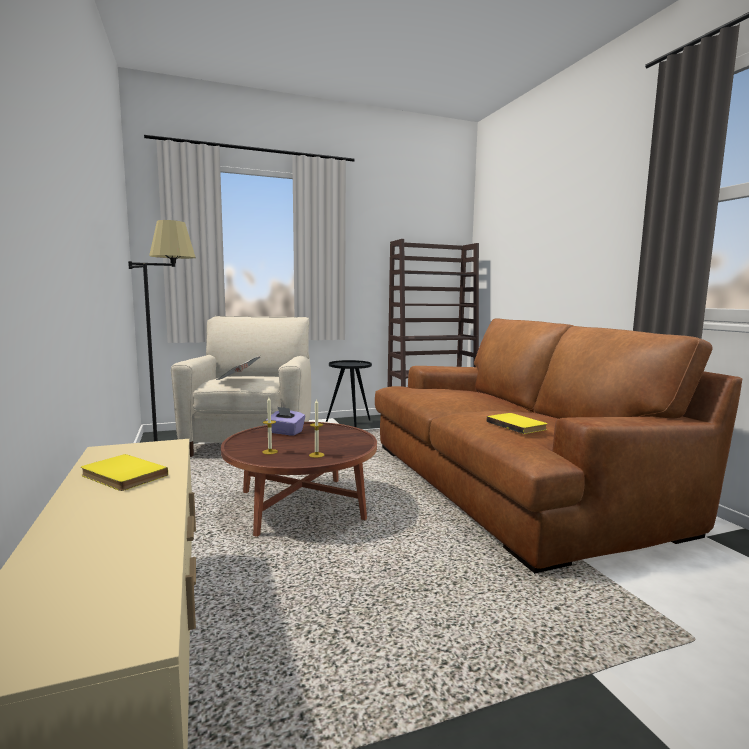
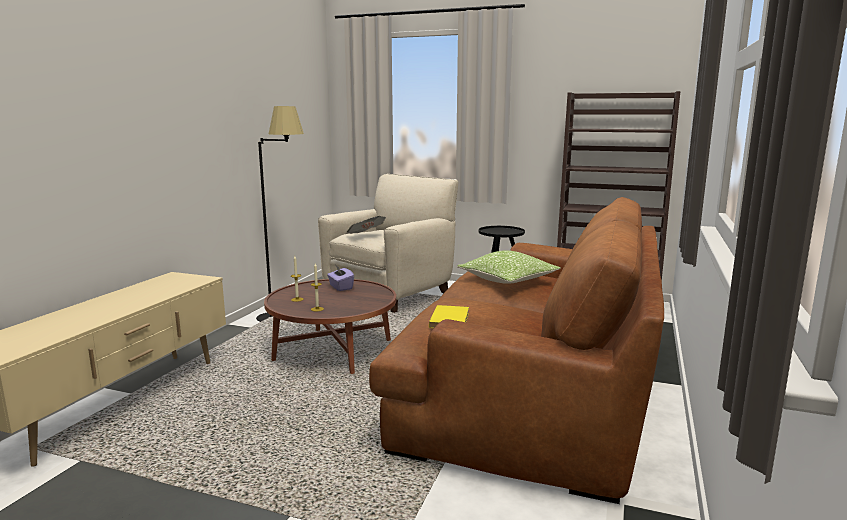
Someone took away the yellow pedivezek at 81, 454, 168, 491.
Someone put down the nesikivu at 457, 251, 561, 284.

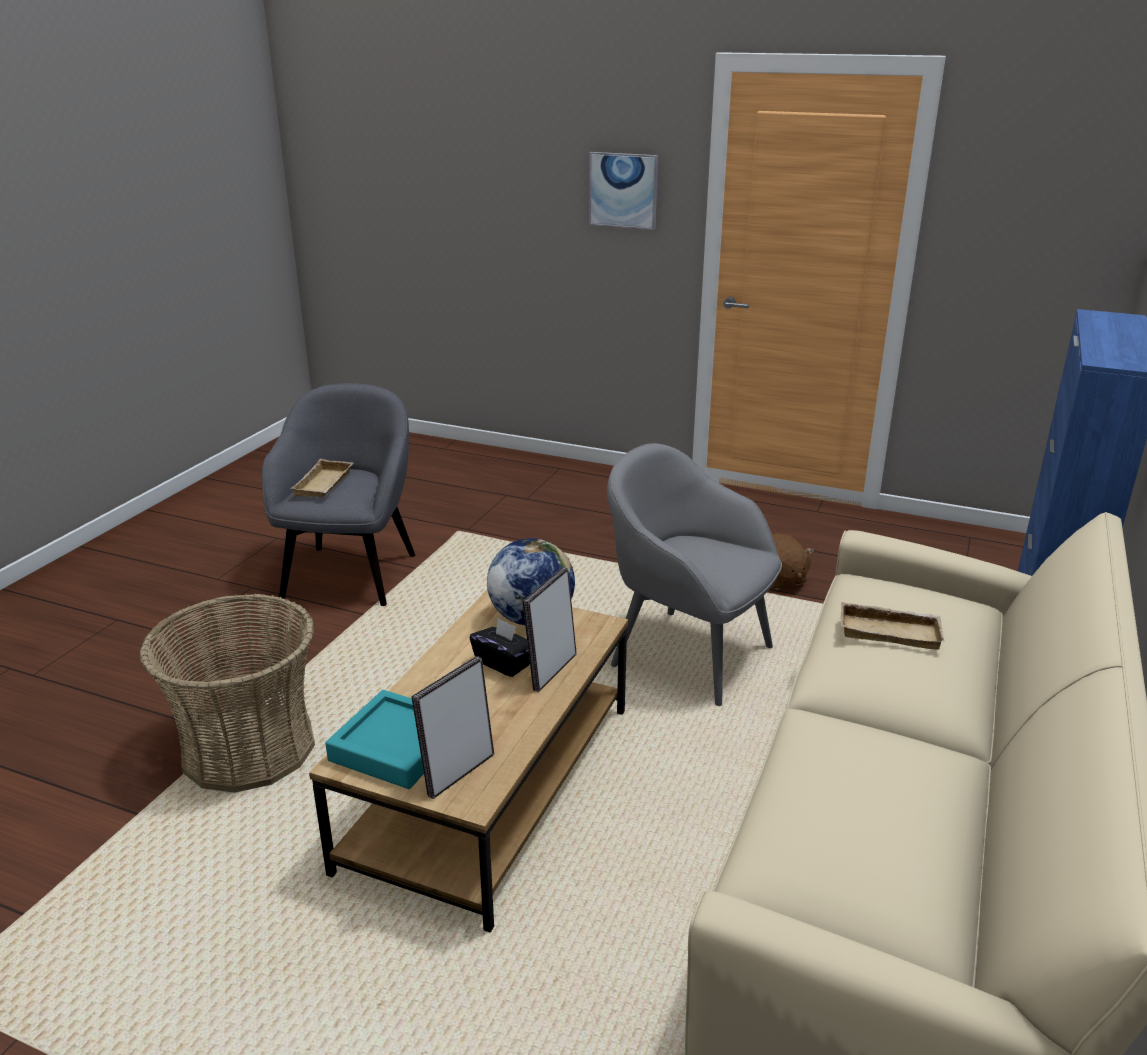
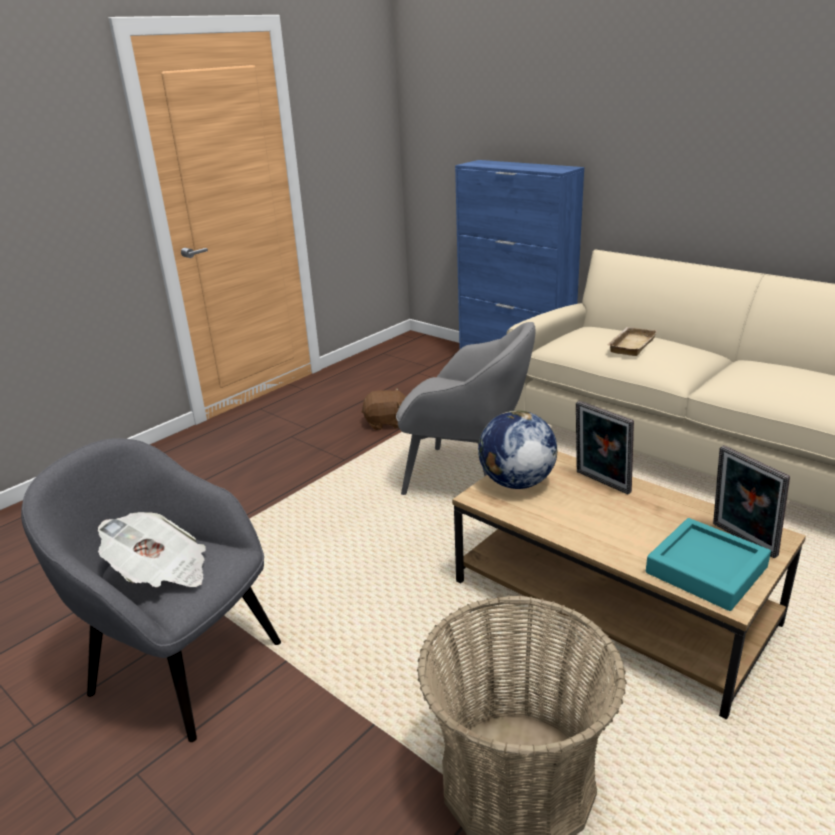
Someone took away the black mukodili at 470, 618, 530, 677.
Someone took away the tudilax at 589, 152, 658, 230.
Someone swapped the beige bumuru at 290, 459, 353, 497 for the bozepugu at 98, 512, 206, 587.
Someone rotated the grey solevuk at 607, 443, 782, 706 by 120 degrees counterclockwise.

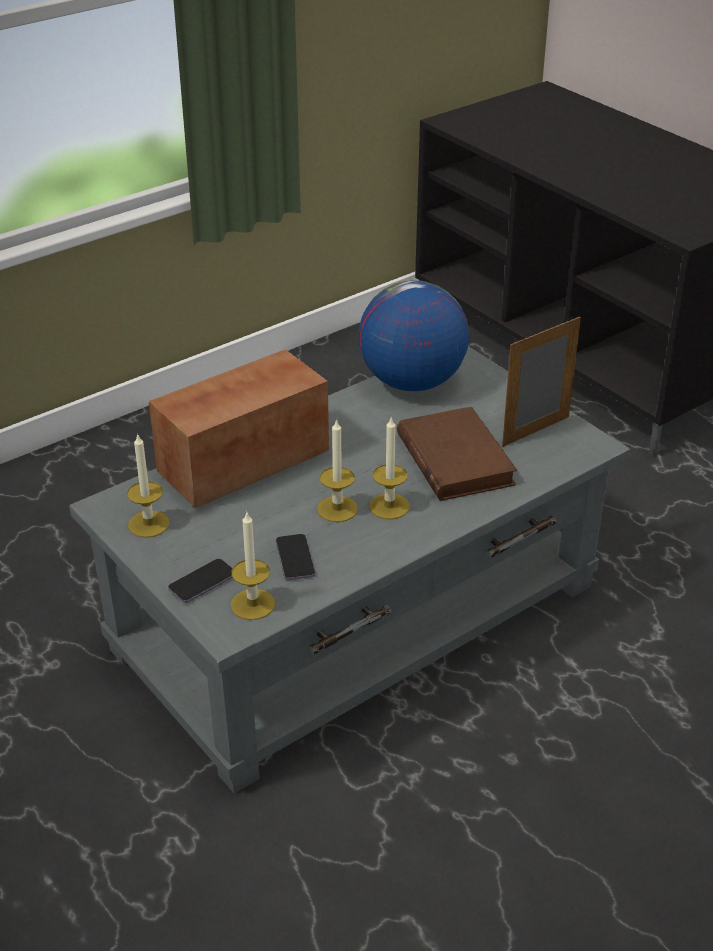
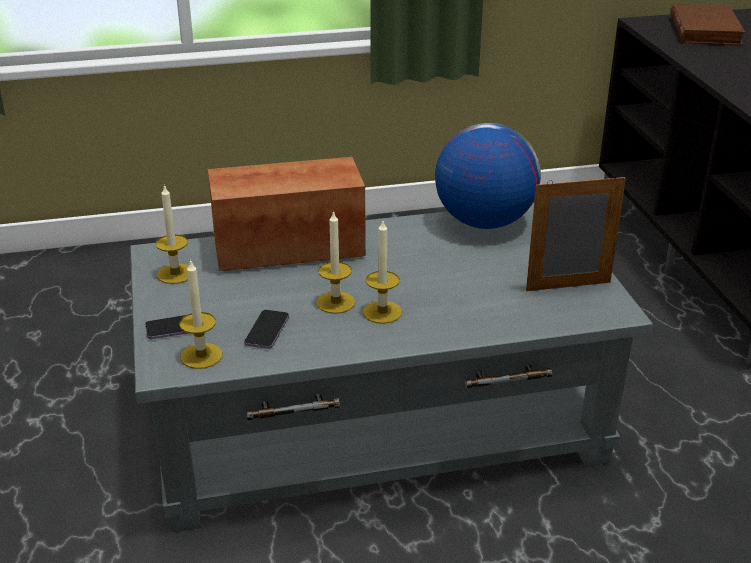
Someone carried the brown pedivezek from 397, 407, 517, 501 to 670, 4, 745, 45.

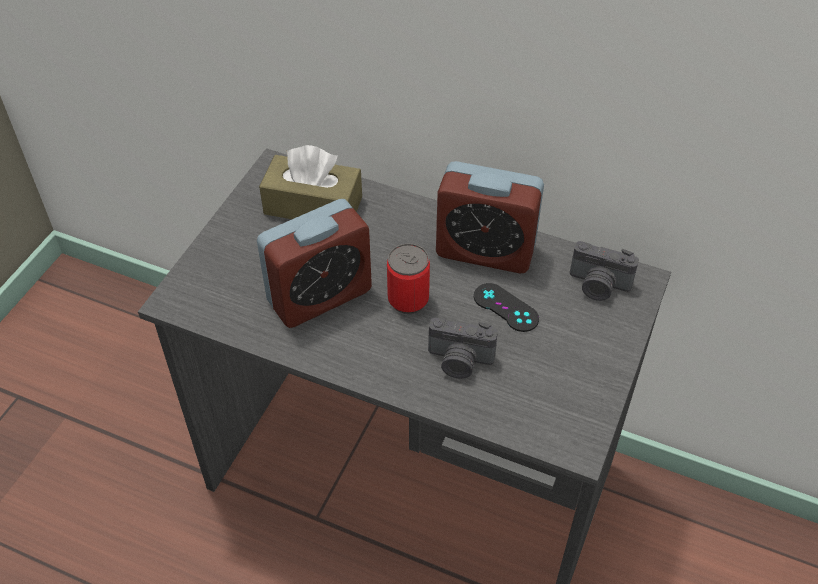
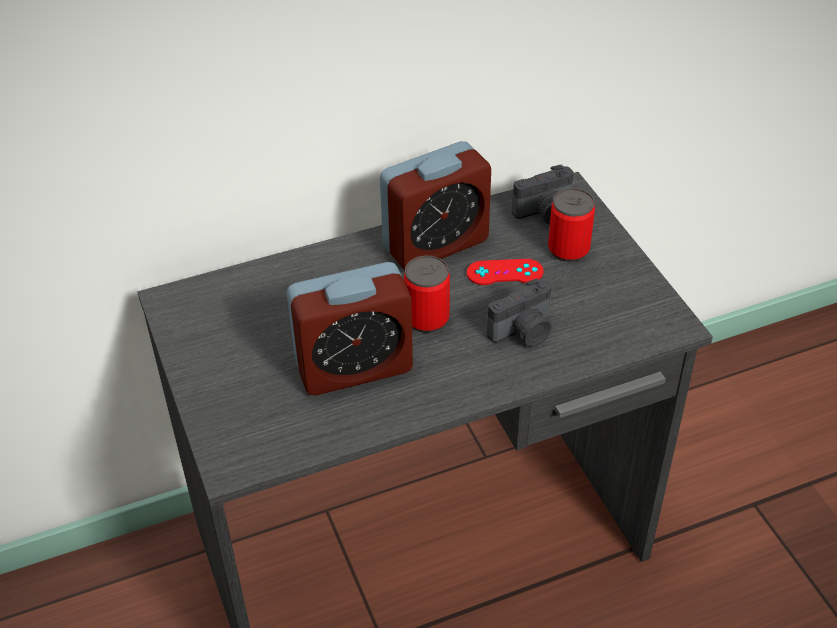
Someone took away the brown mukodili at 259, 145, 362, 219.
Someone put down the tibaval at 548, 188, 595, 262.
Someone repainted the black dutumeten at 474, 283, 539, 332, which became the red dutumeten at 467, 259, 543, 285.
Someone rotated the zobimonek at 257, 199, 372, 328 by 60 degrees clockwise.

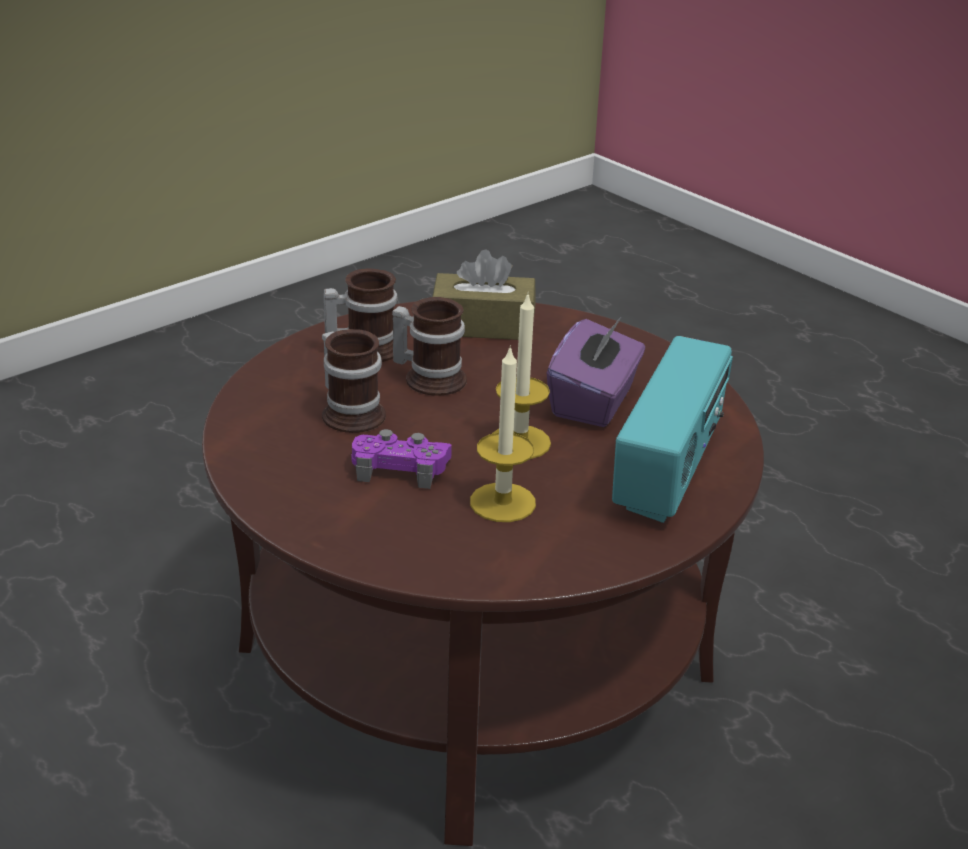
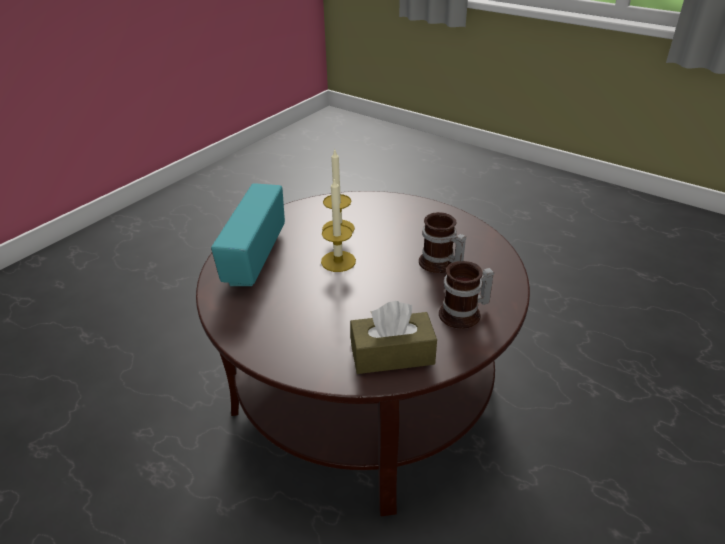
Someone took away the purple dutumeten at 352, 429, 452, 489.
Someone took away the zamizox at 392, 297, 467, 395.
Someone took away the purple mukodili at 547, 318, 645, 427.

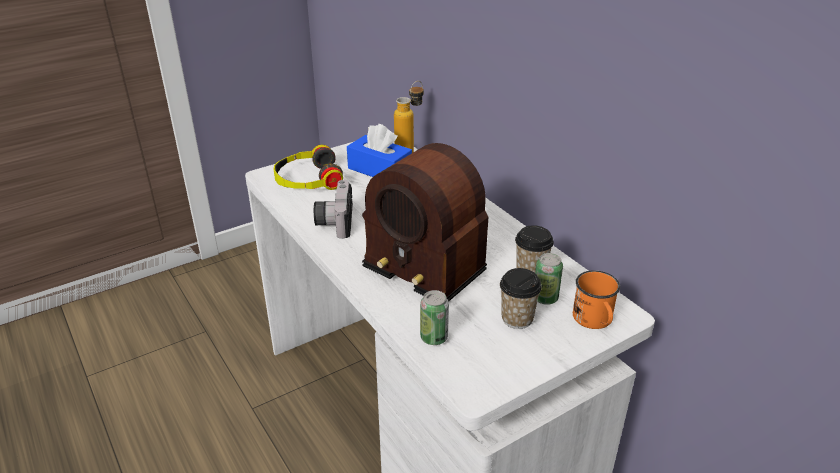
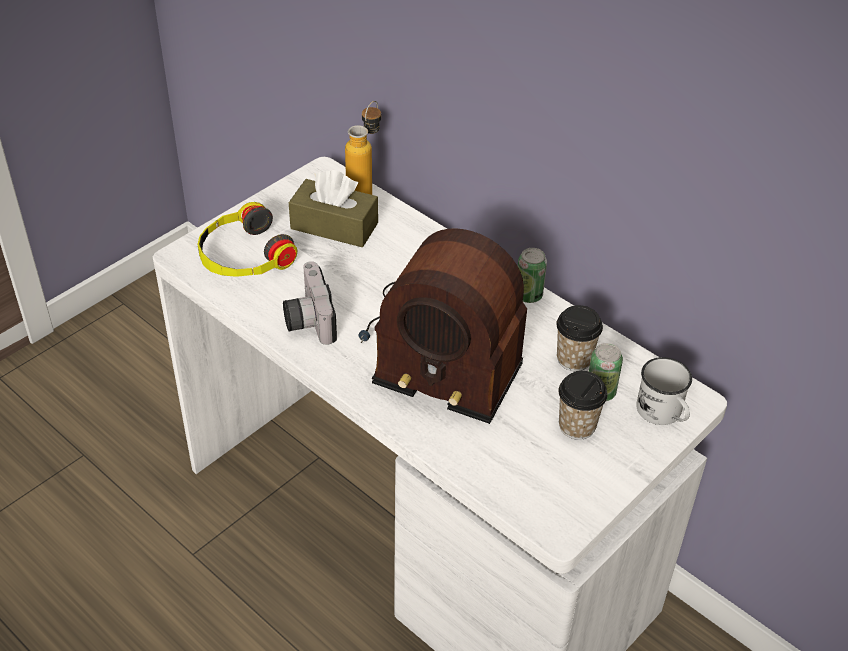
Someone carried the tibaval from 420, 290, 449, 345 to 518, 248, 547, 303.
Someone repainted the blue mukodili at 347, 124, 412, 177, which became the brown mukodili at 289, 170, 378, 247.
Someone repainted the orange zamizox at 573, 270, 620, 329, which became the white zamizox at 636, 357, 692, 425.

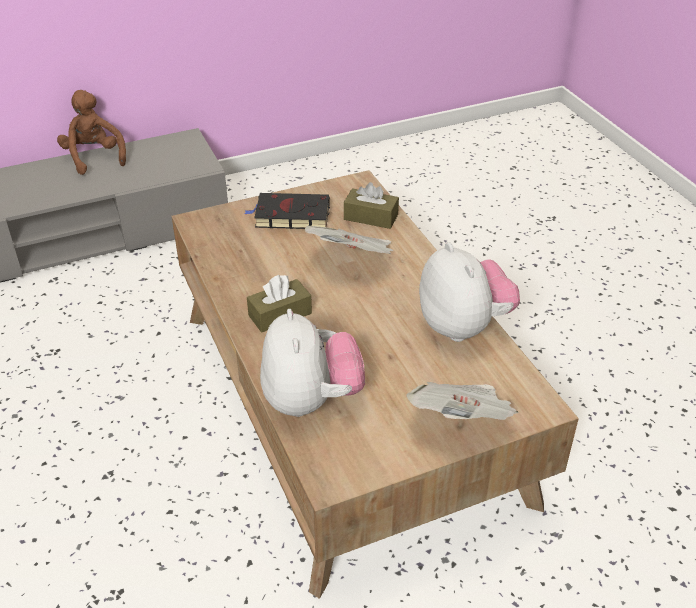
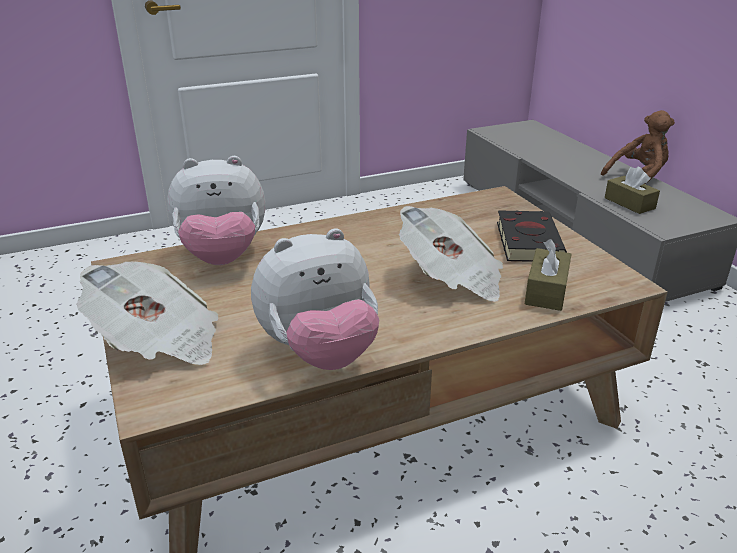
Someone carried the brown mukodili from 247, 275, 312, 332 to 605, 167, 660, 214.

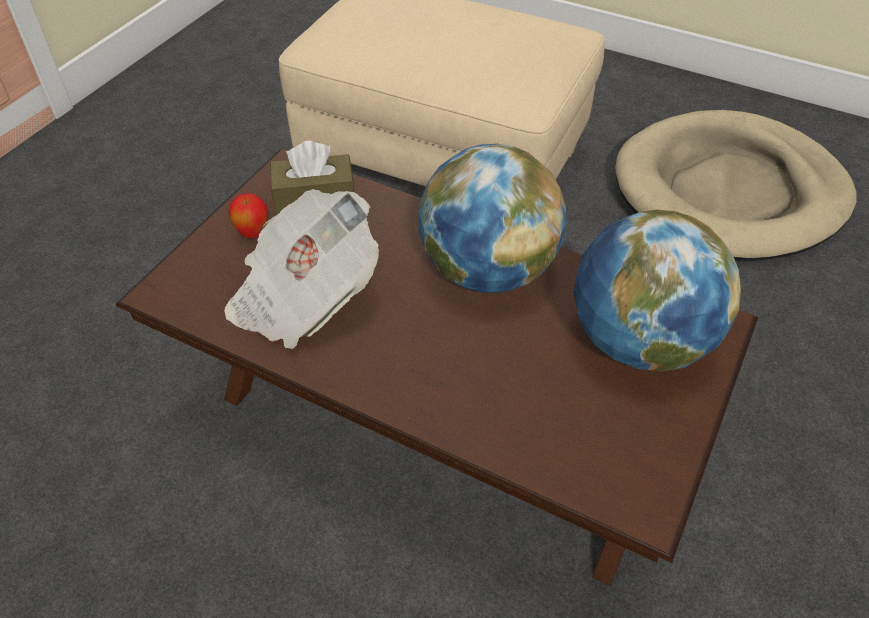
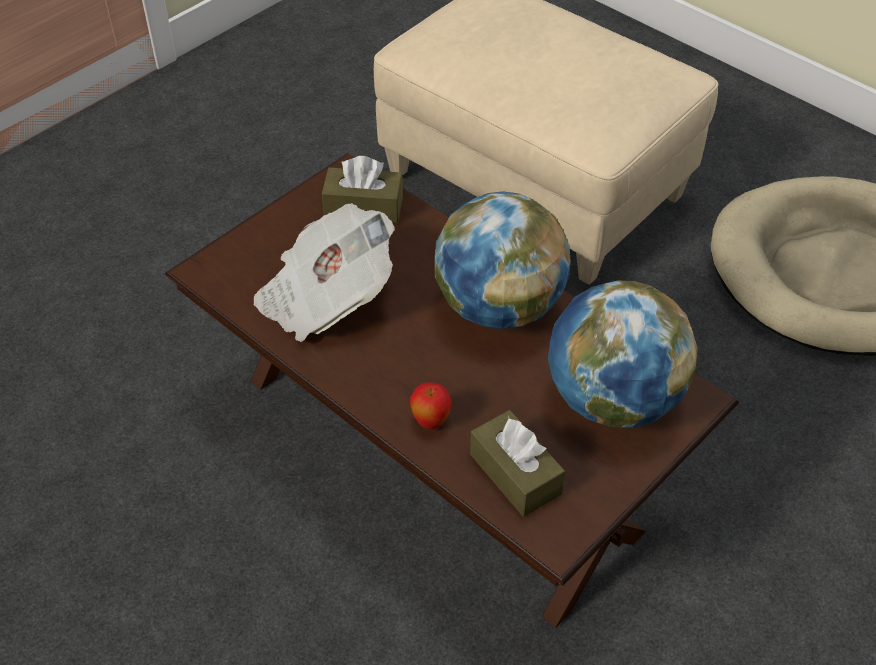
Someone put down the brown mukodili at 470, 410, 565, 517.
Someone carried the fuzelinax from 228, 193, 268, 239 to 410, 382, 451, 429.

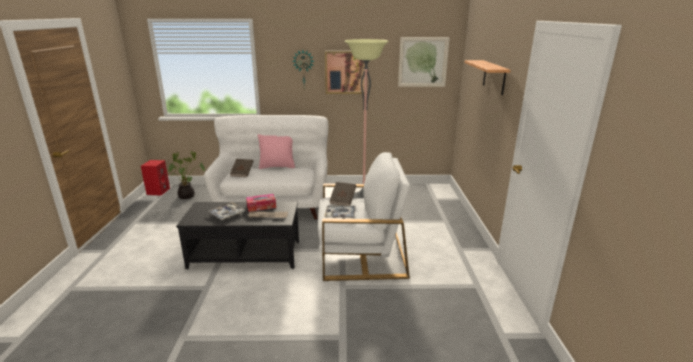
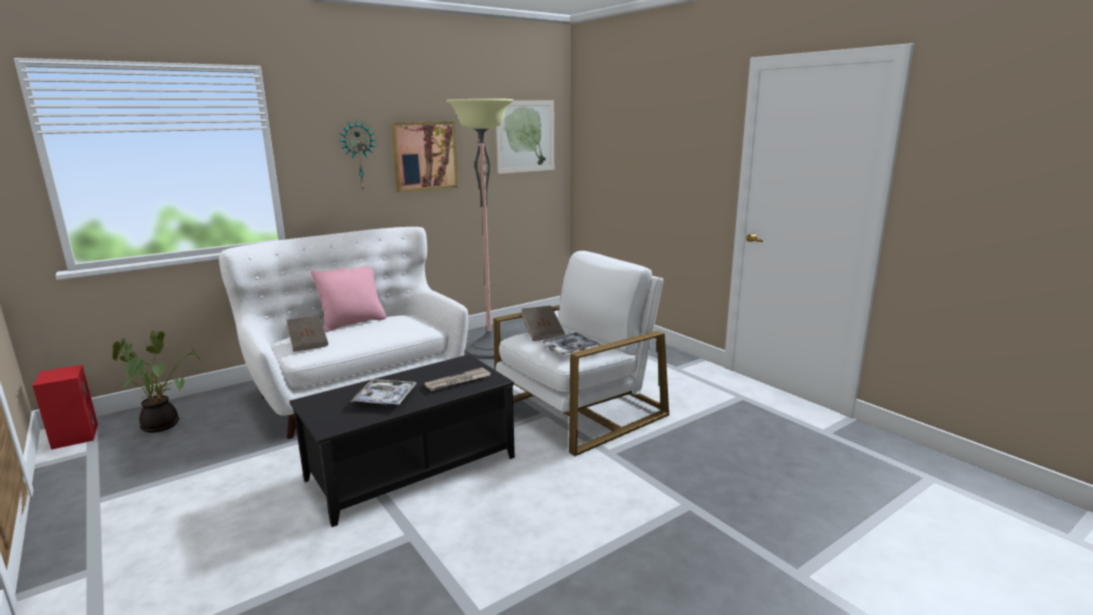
Someone took away the mukodili at 246, 194, 276, 212.
Someone took away the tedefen at 464, 60, 511, 95.

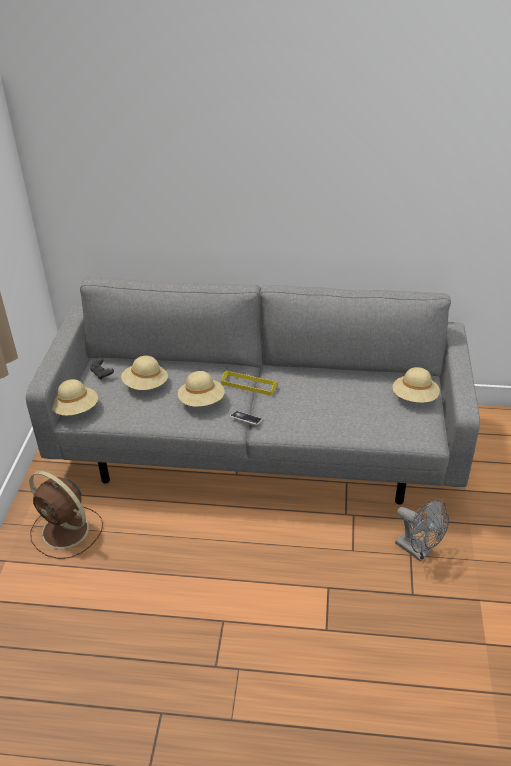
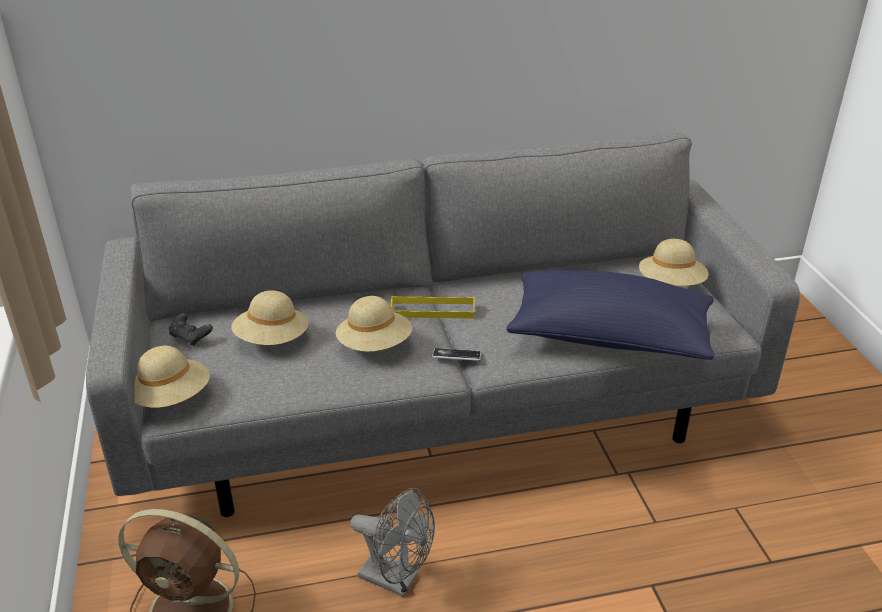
Someone put down the blue nesikivu at 506, 270, 715, 360.
Someone carried the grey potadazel from 395, 499, 449, 562 to 350, 488, 435, 597.

